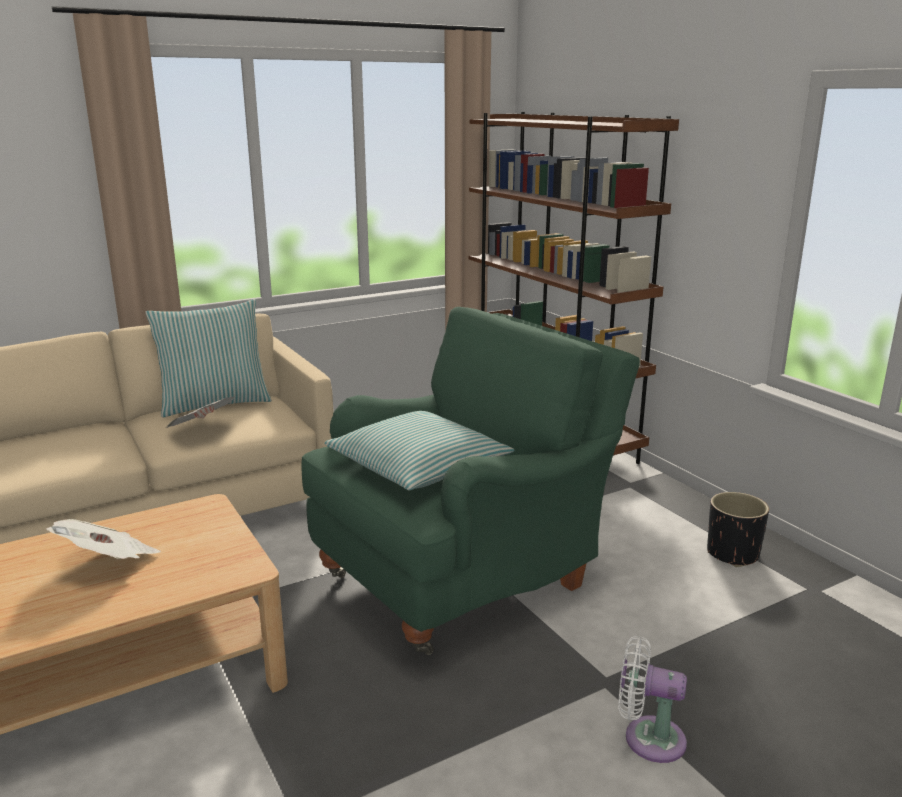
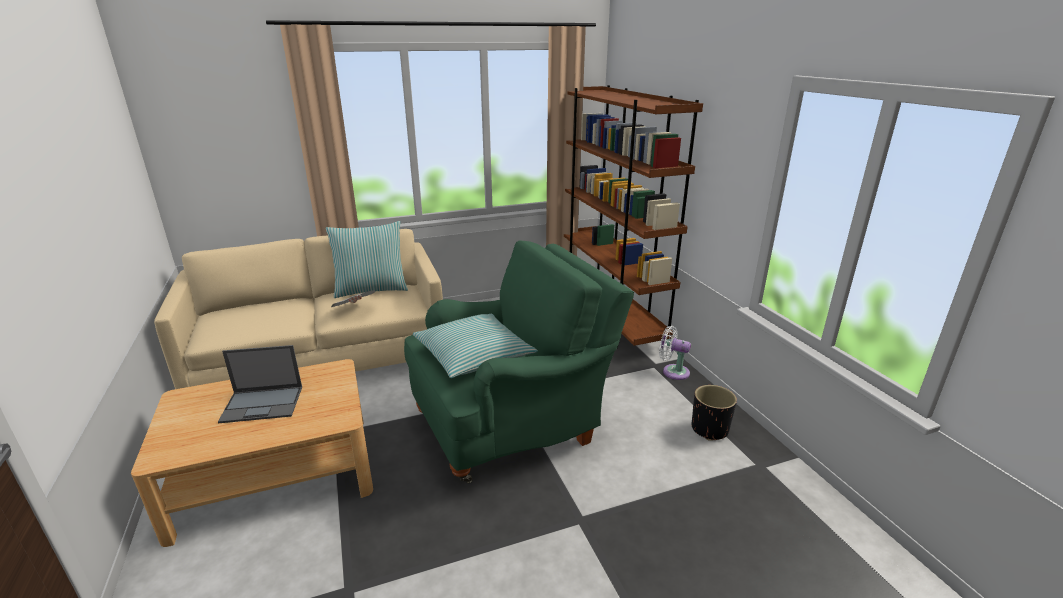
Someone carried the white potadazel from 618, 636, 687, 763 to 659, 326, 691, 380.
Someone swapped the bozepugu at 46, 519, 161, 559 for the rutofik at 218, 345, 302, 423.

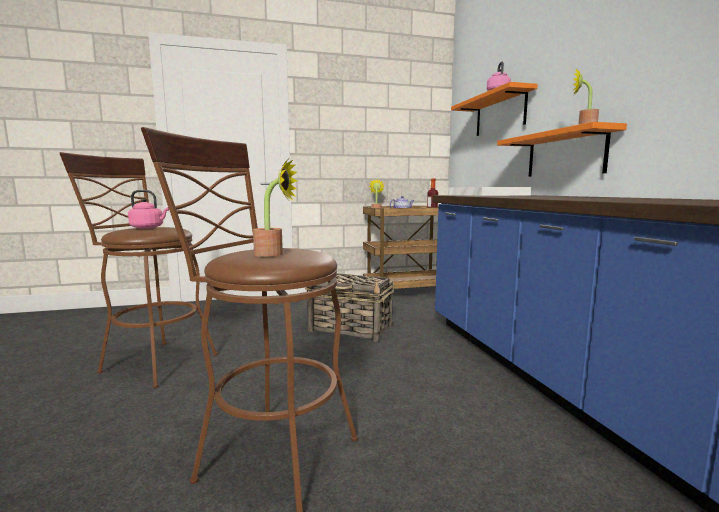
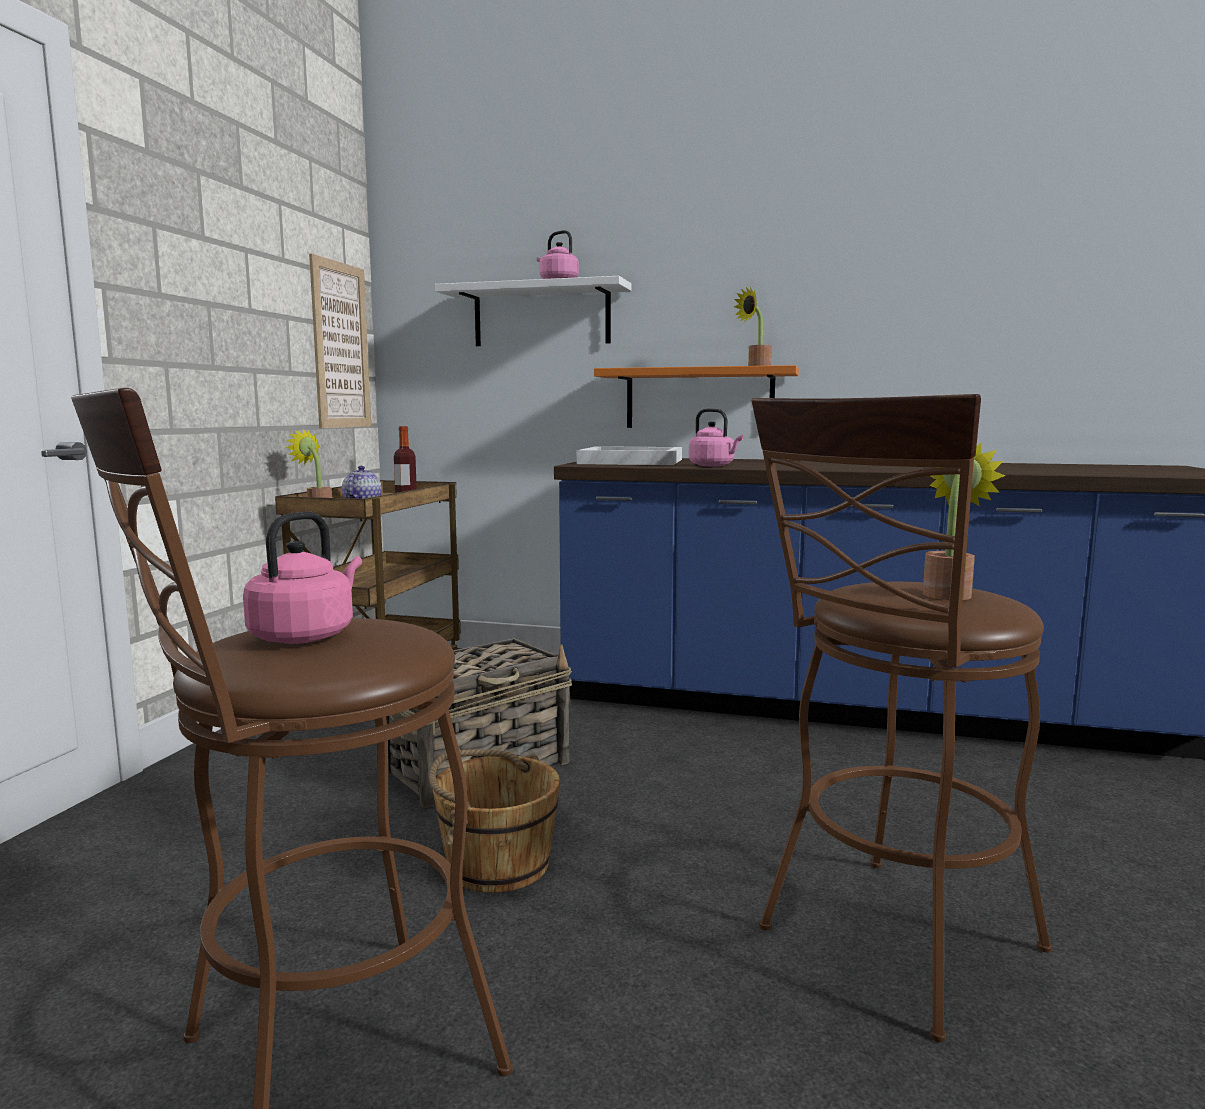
Someone put up the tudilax at 309, 254, 371, 428.
Someone put down the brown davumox at 429, 750, 560, 893.
Someone put down the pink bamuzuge at 689, 408, 743, 466.
Someone repainted the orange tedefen at 451, 82, 538, 136, which became the white tedefen at 435, 276, 632, 346.

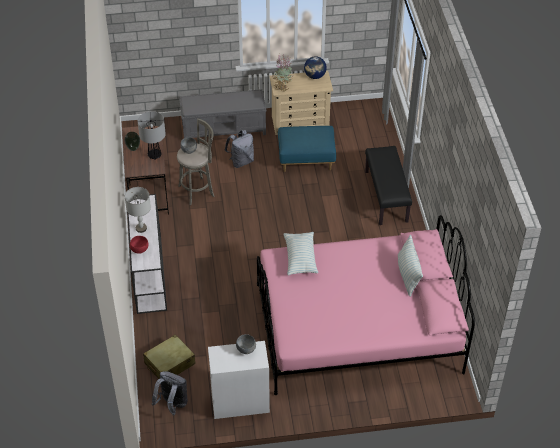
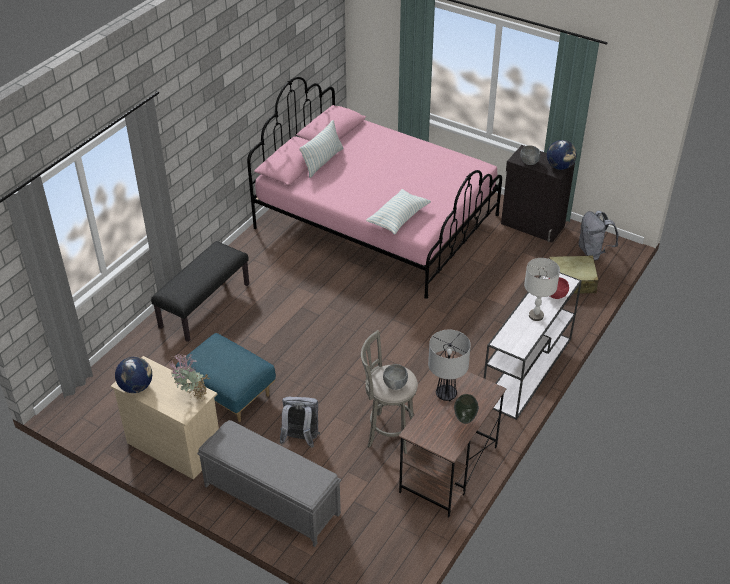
Someone put down the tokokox at 547, 140, 577, 170.
Someone repainted the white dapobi at 208, 341, 270, 419, which became the black dapobi at 501, 145, 575, 243.

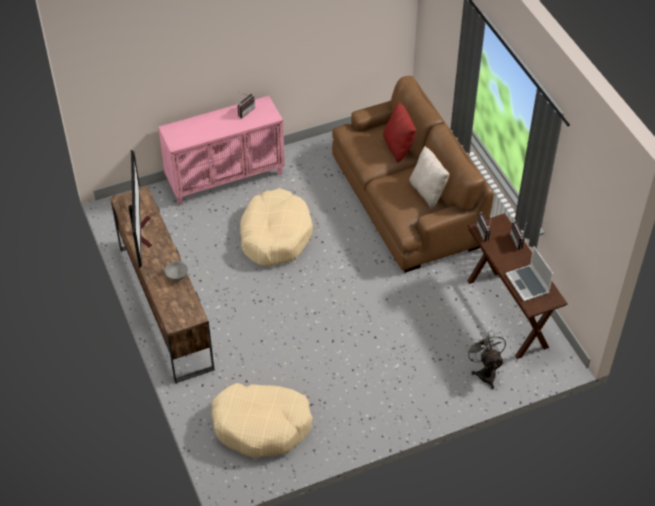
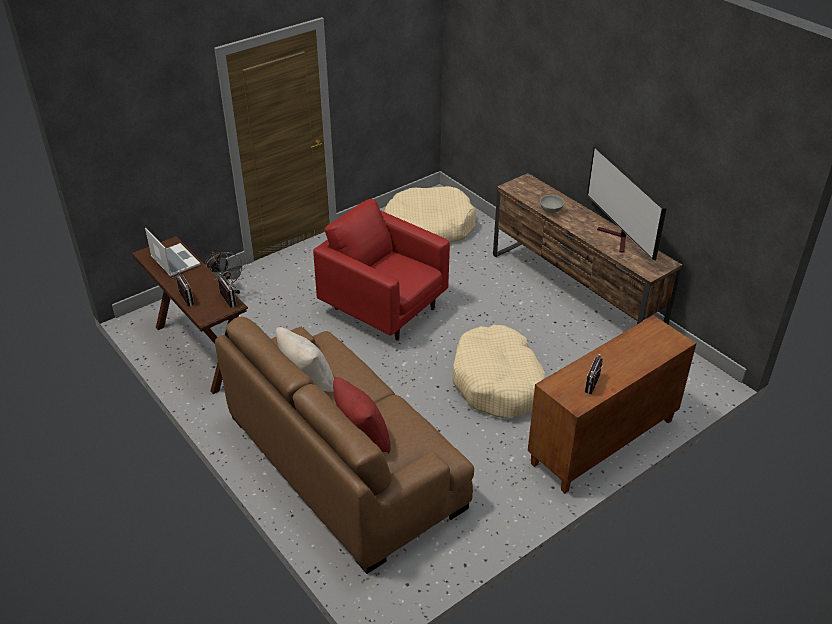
Someone put down the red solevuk at 313, 199, 450, 340.
Someone repainted the pink dapobi at 158, 96, 285, 205, which became the brown dapobi at 528, 315, 696, 493.

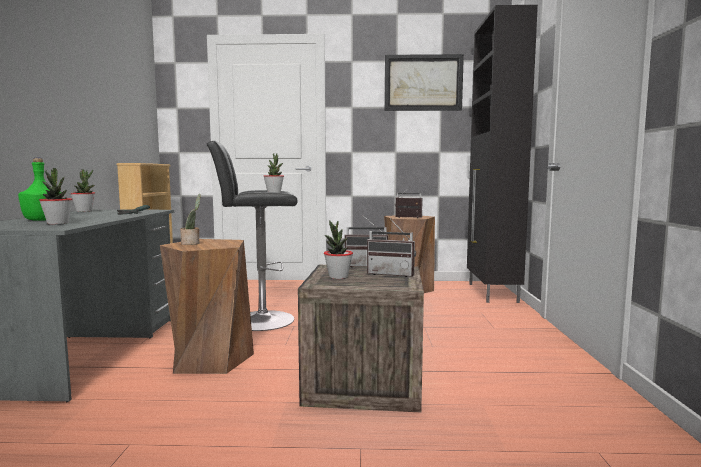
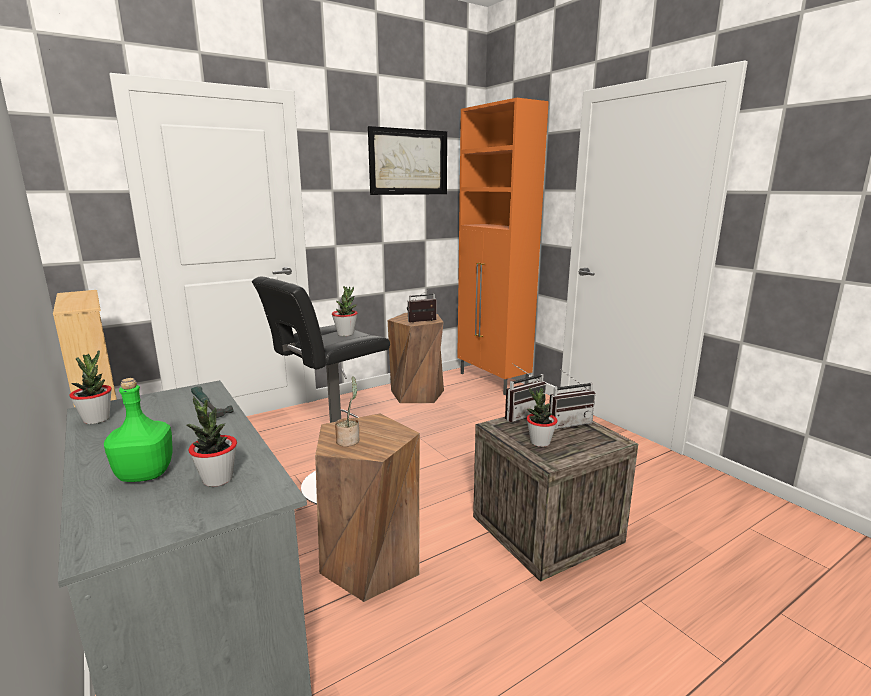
Someone repainted the black dapobi at 467, 5, 538, 303, which became the orange dapobi at 457, 98, 549, 395.

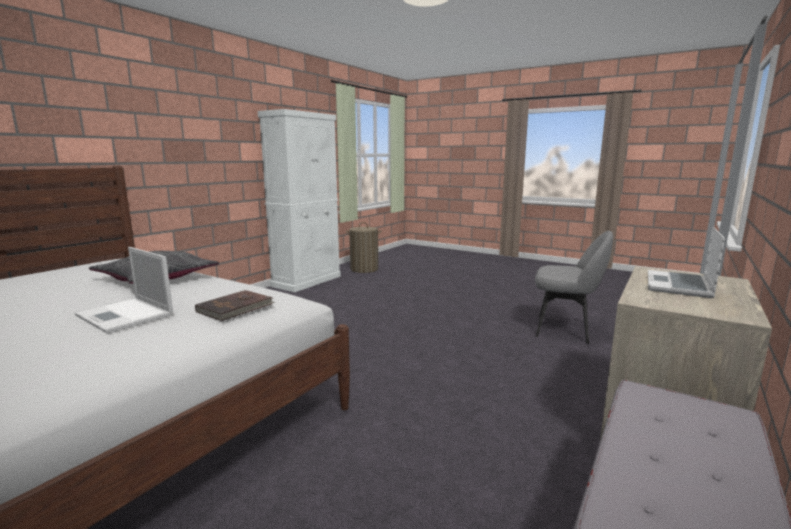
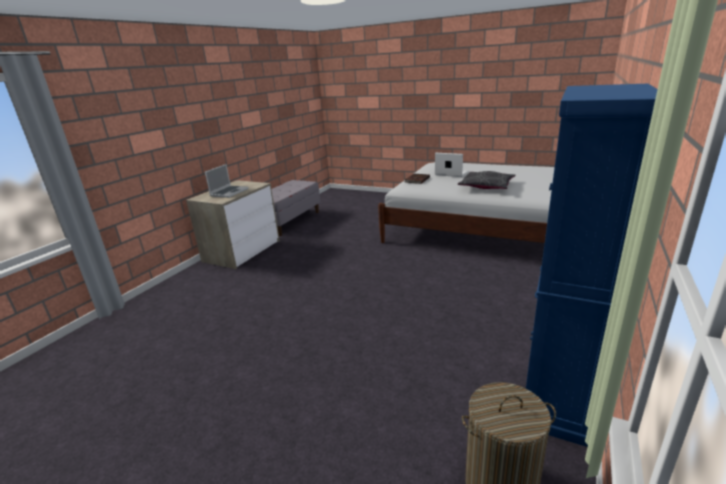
Someone took away the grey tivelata at 535, 231, 613, 344.
Someone repainted the white dapobi at 258, 109, 341, 292, which became the blue dapobi at 526, 84, 658, 447.

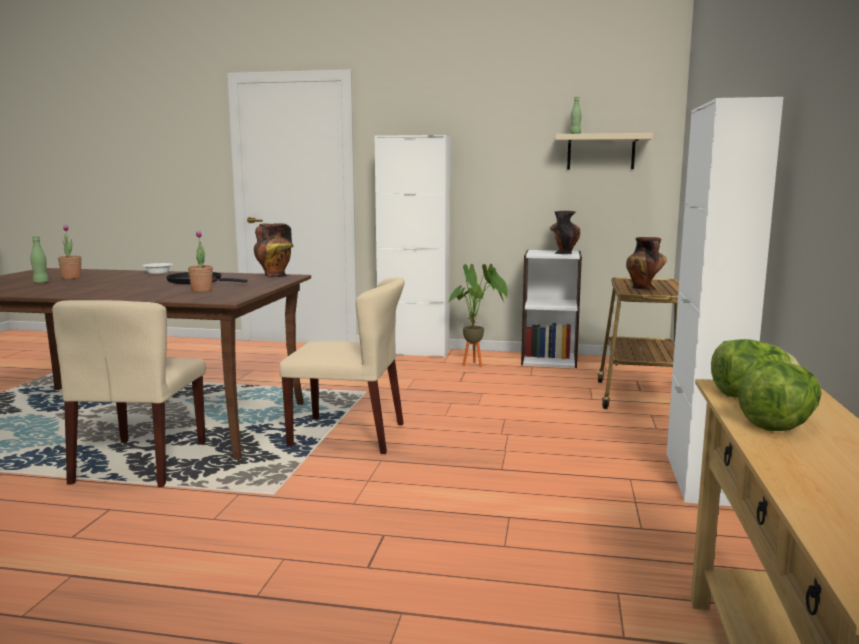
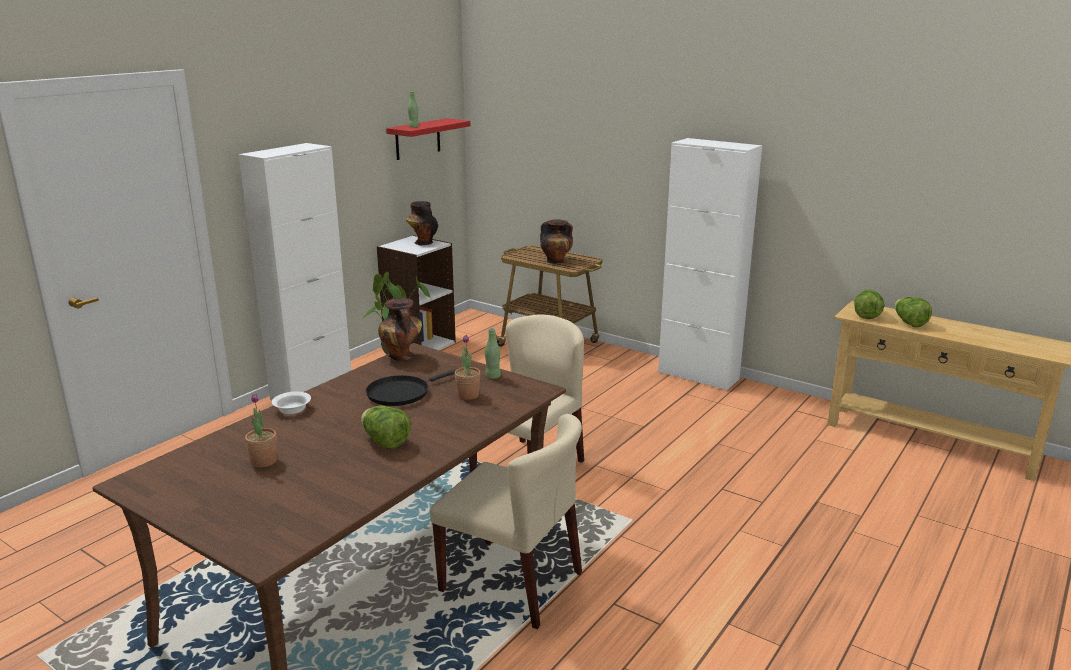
Someone put down the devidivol at 361, 406, 410, 449.
Someone carried the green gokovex from 30, 236, 49, 283 to 485, 328, 501, 379.
Someone repainted the beige tedefen at 555, 133, 653, 169, which became the red tedefen at 386, 118, 470, 160.

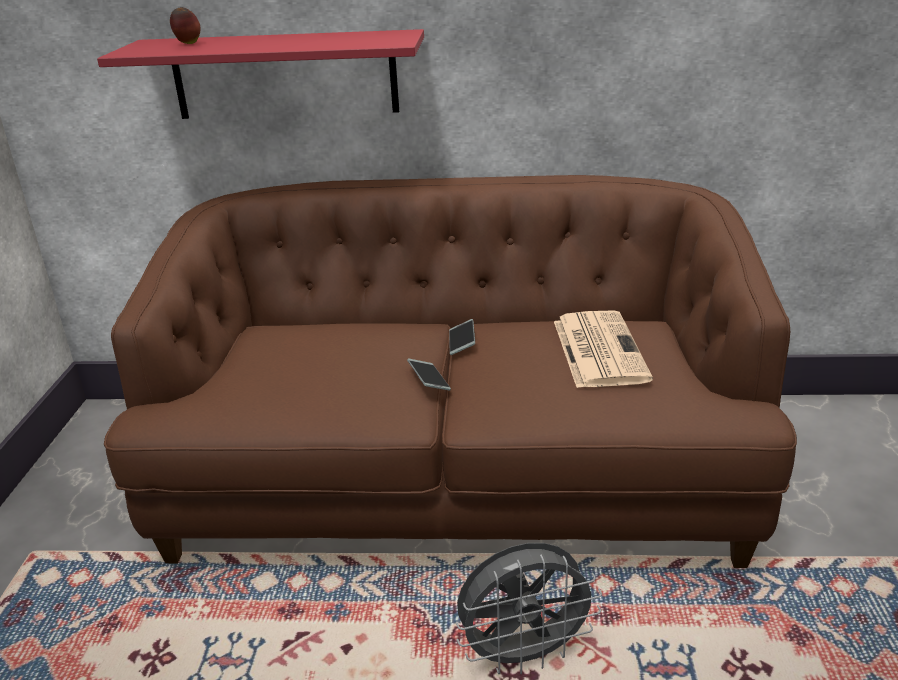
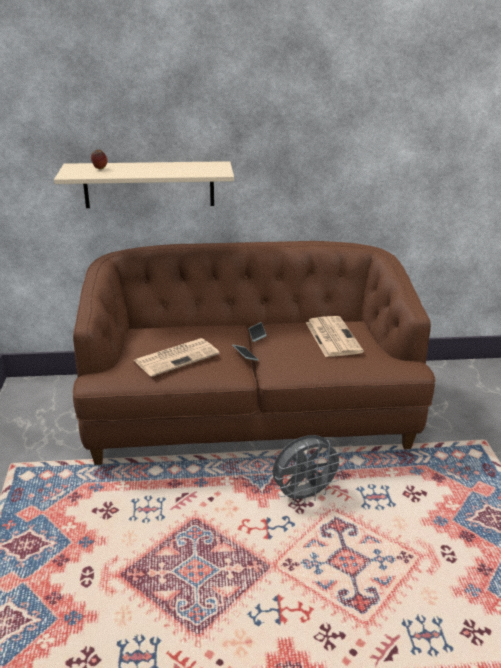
Someone put down the bozepugu at 134, 338, 220, 377.
Someone repainted the red tedefen at 97, 29, 424, 119, which became the beige tedefen at 54, 161, 234, 208.

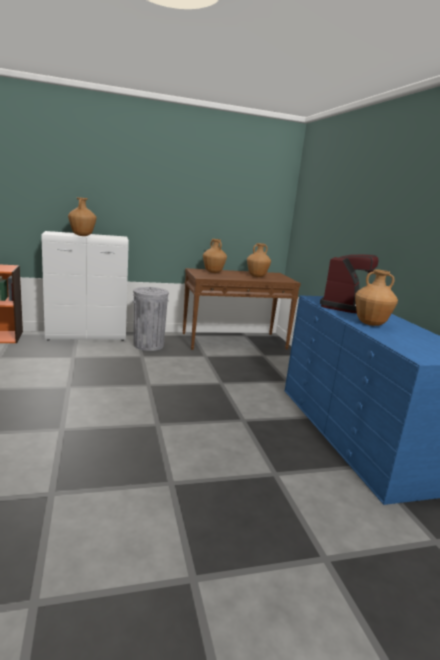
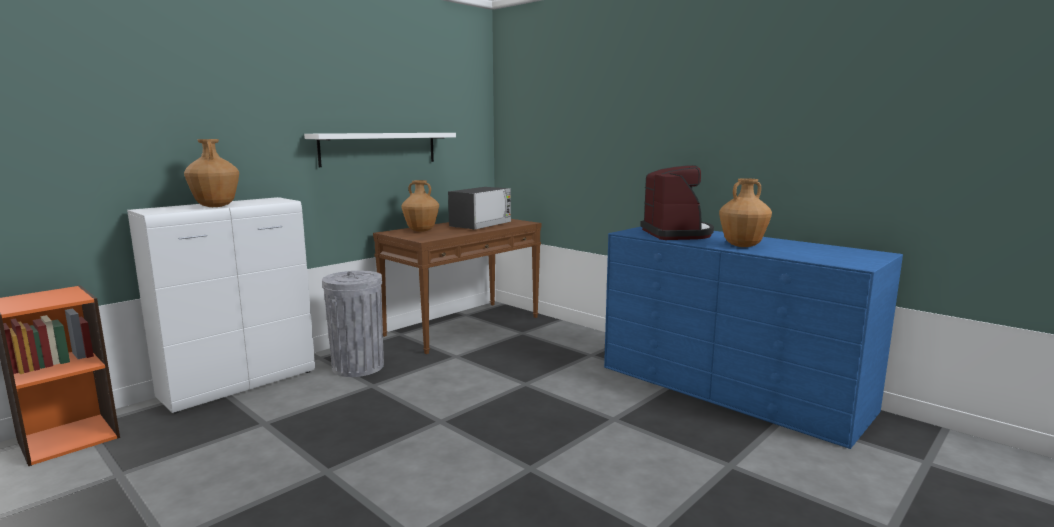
Someone put up the white tedefen at 304, 133, 456, 167.
Someone swapped the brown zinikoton at 247, 243, 271, 277 for the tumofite at 448, 187, 511, 230.

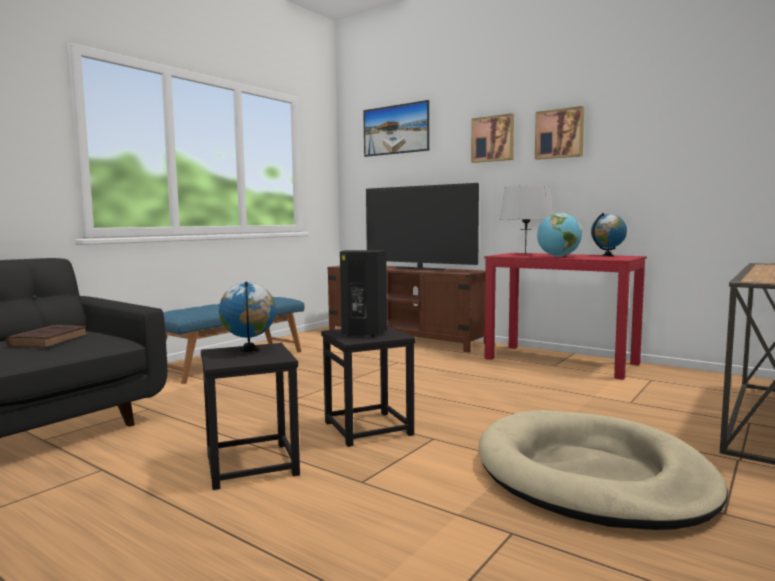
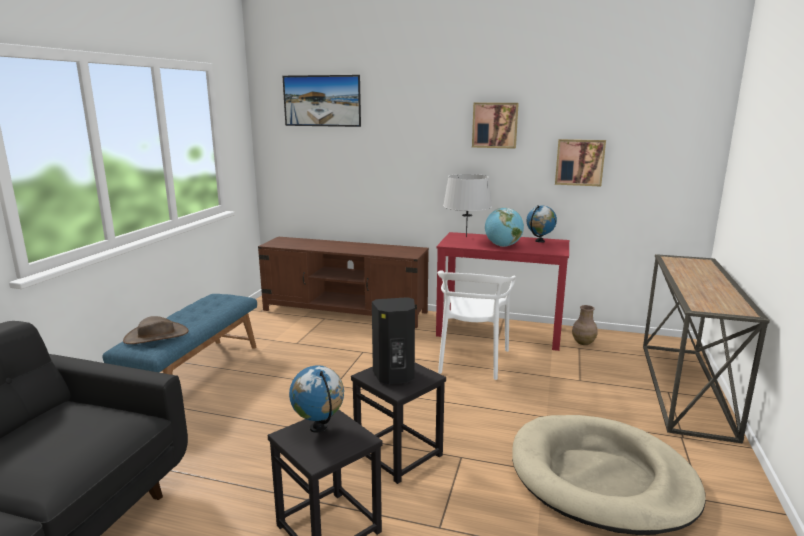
Someone took away the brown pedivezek at 6, 325, 88, 348.
Someone took away the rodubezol at 366, 183, 479, 270.
Someone put down the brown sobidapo at 123, 316, 189, 344.
Someone put down the white tivelata at 438, 271, 516, 380.
Someone put down the brown zinikoton at 572, 305, 598, 345.
Someone carried the tudilax from 471, 113, 514, 163 to 555, 139, 606, 186.

